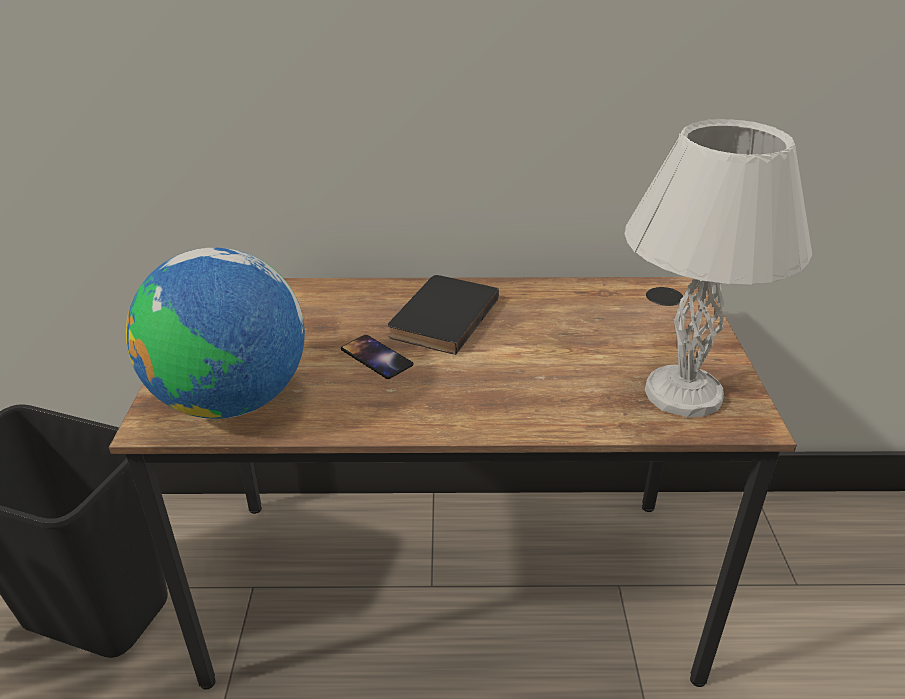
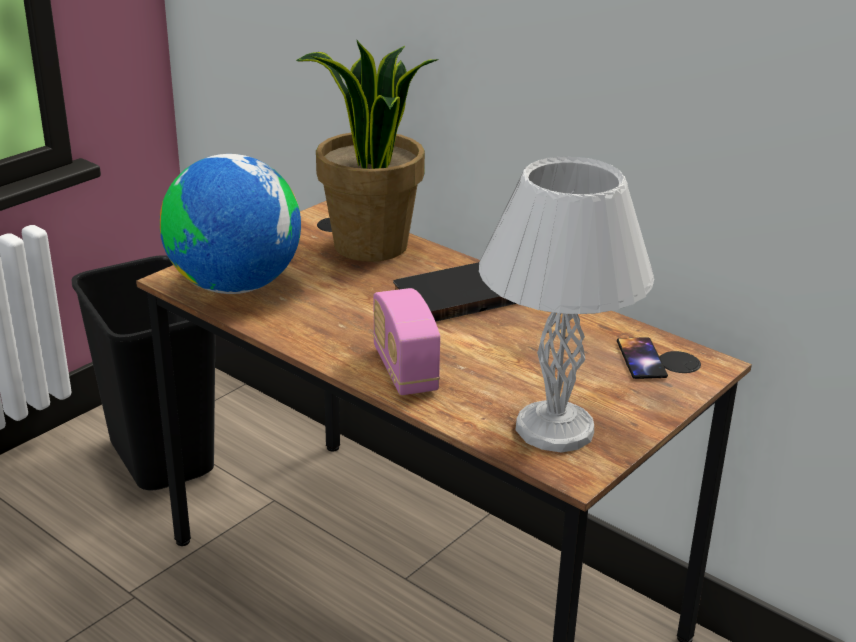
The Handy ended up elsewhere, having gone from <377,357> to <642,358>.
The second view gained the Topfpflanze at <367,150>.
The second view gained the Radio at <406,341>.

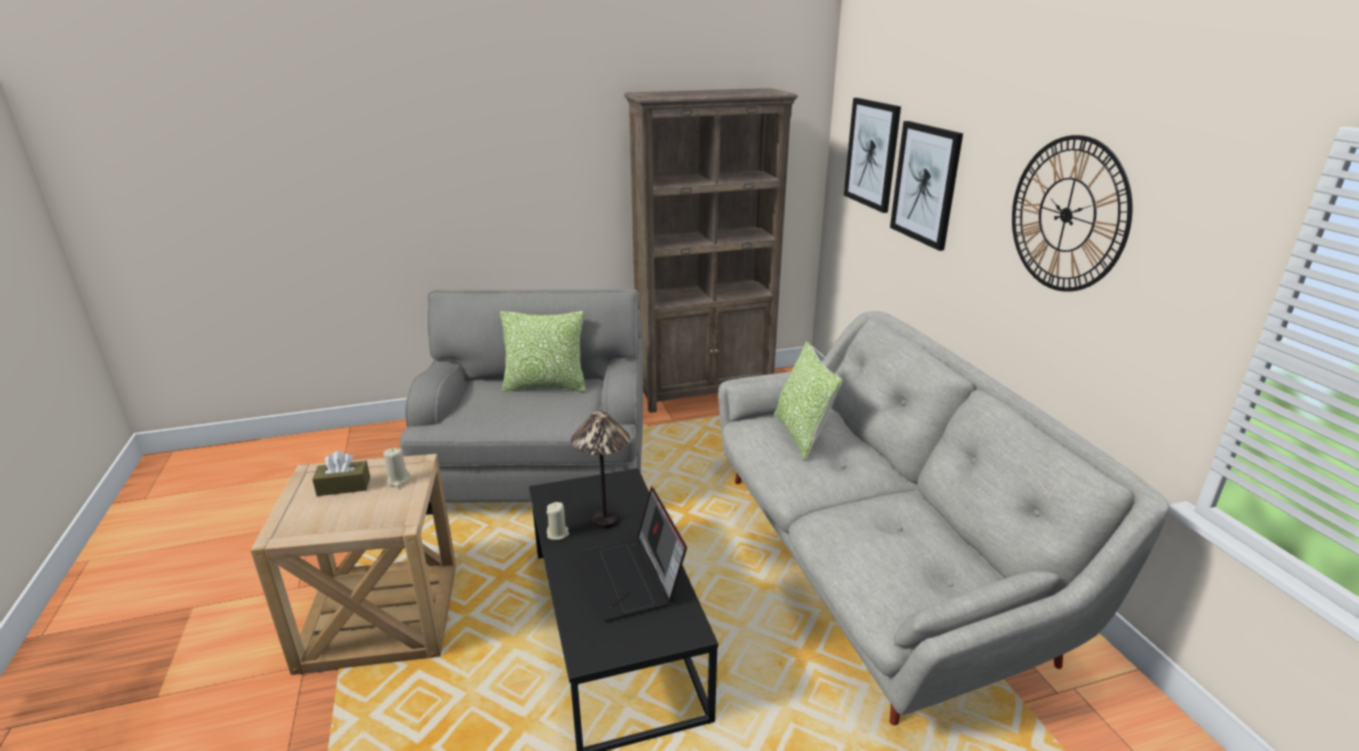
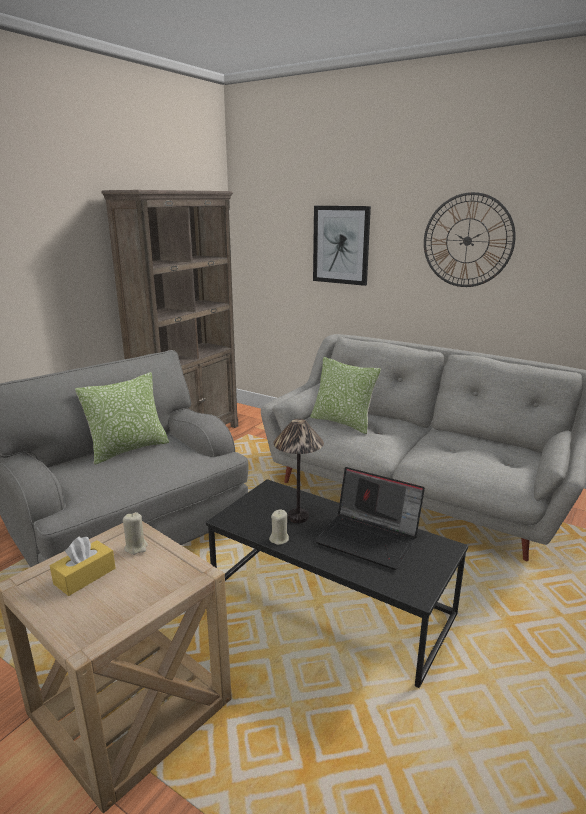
The second view lost the Bild at <872,155>.
What was the Taschentuchbox [braun] at <341,473> turned into the Taschentuchbox [gelb] at <82,566>.

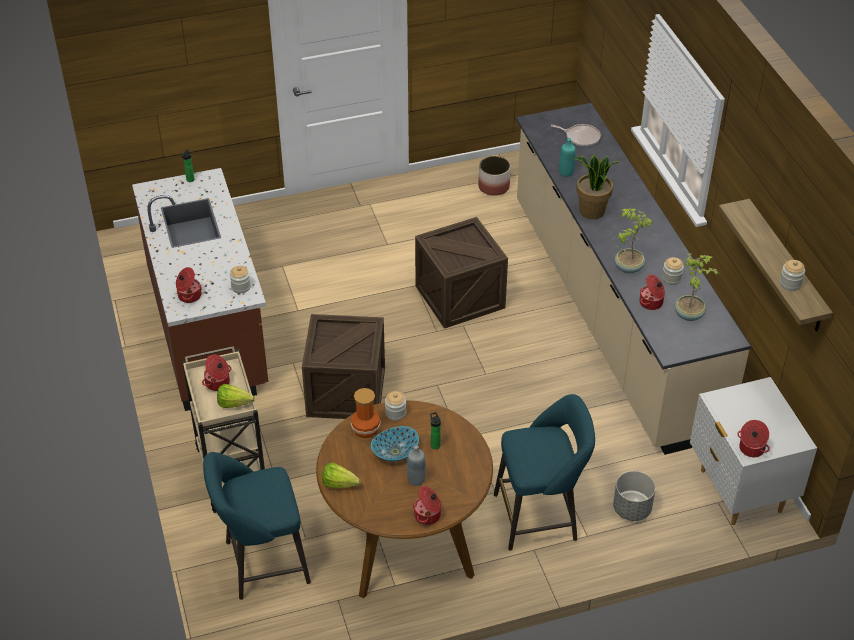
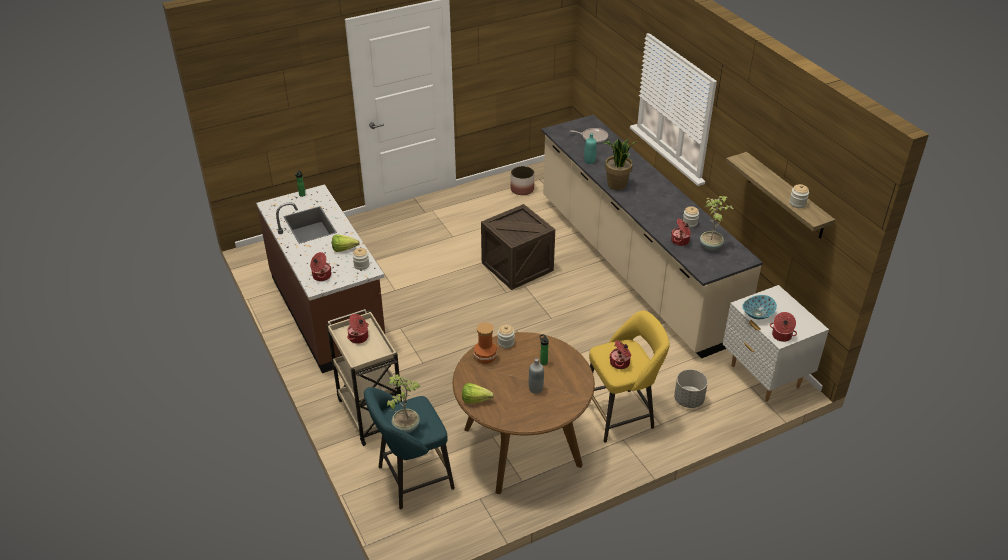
The Topfpflanze ended up elsewhere, having gone from <634,241> to <403,403>.
The second view lost the Kiste at <343,366>.
The Salatkopf ended up elsewhere, having gone from <236,396> to <346,243>.
What was the Hocker [türkis] at <544,472> turned into the Hocker [gelb] at <629,377>.
The Schüssel ended up elsewhere, having gone from <395,443> to <759,307>.
The Kochtopf ended up elsewhere, having gone from <427,505> to <620,354>.

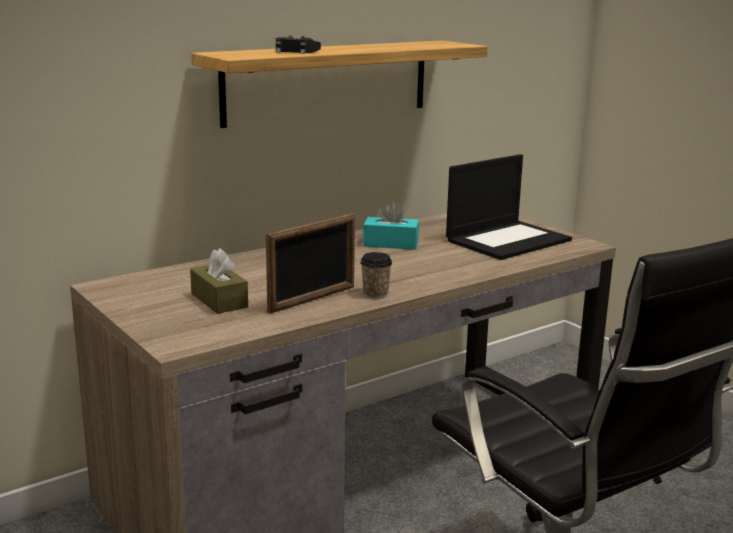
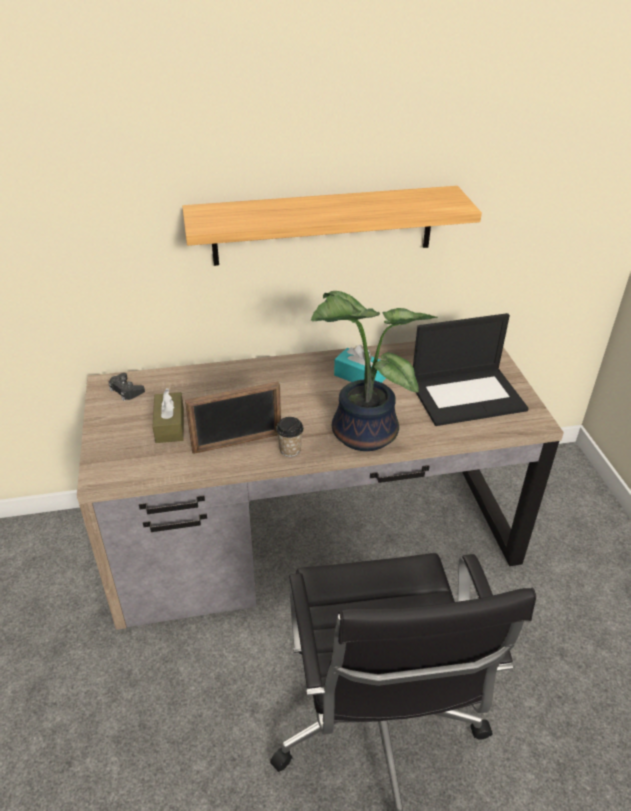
The Gamepad [schwarz] ended up elsewhere, having gone from <298,44> to <126,387>.
The second view gained the Topfpflanze at <374,371>.

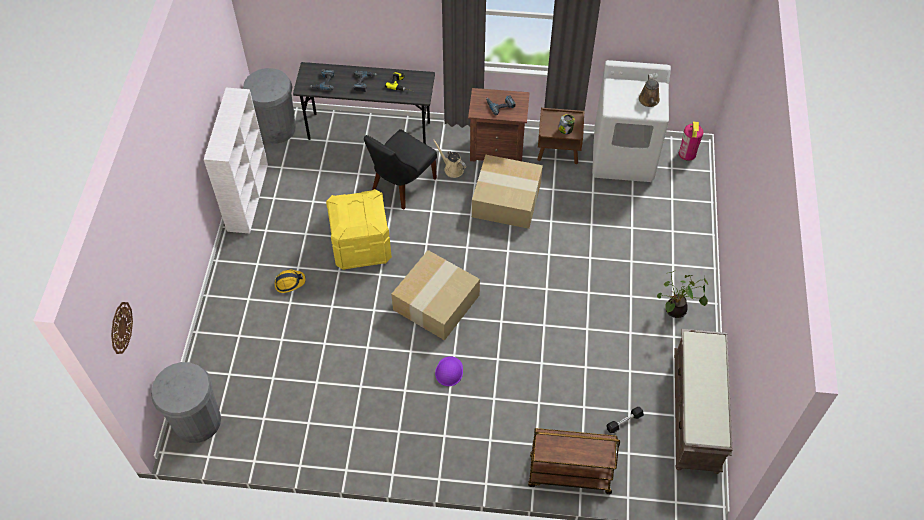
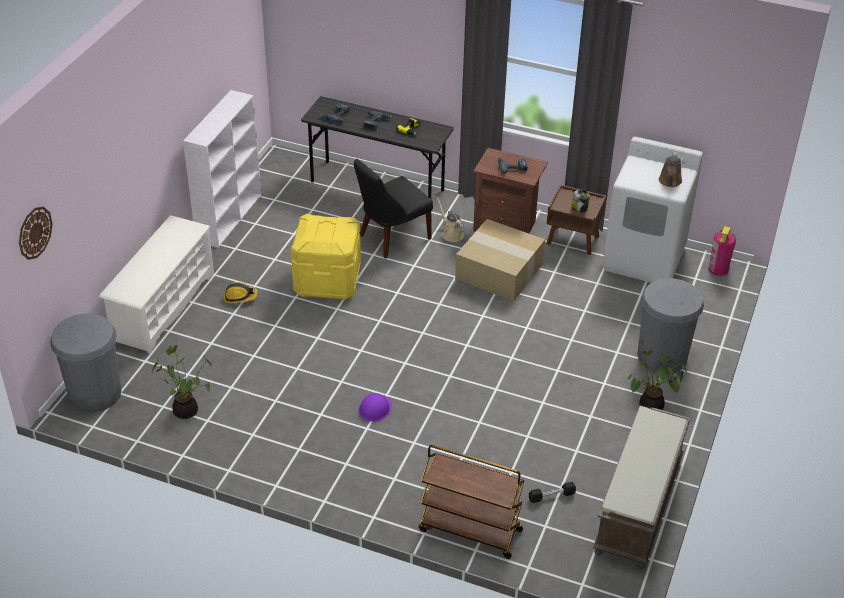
The Mülleimer [grau] ended up elsewhere, having gone from <269,106> to <670,326>.
The second view lost the Karton at <435,295>.
The second view gained the Schuhregal [weiß] at <156,284>.
The second view gained the Topfpflanze at <181,382>.

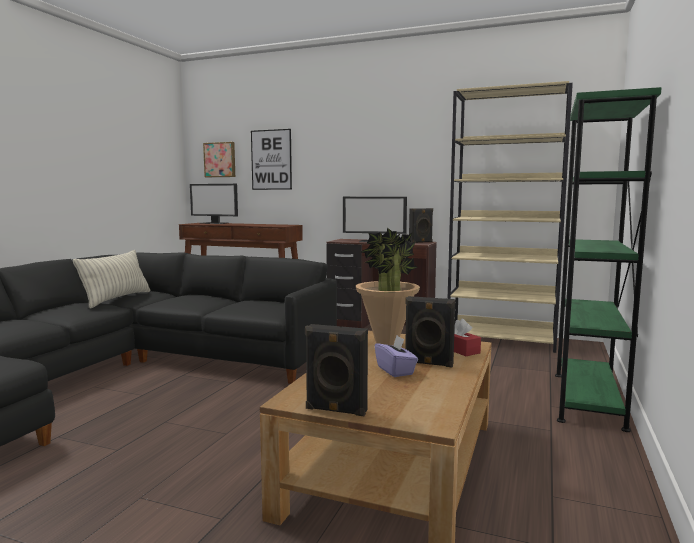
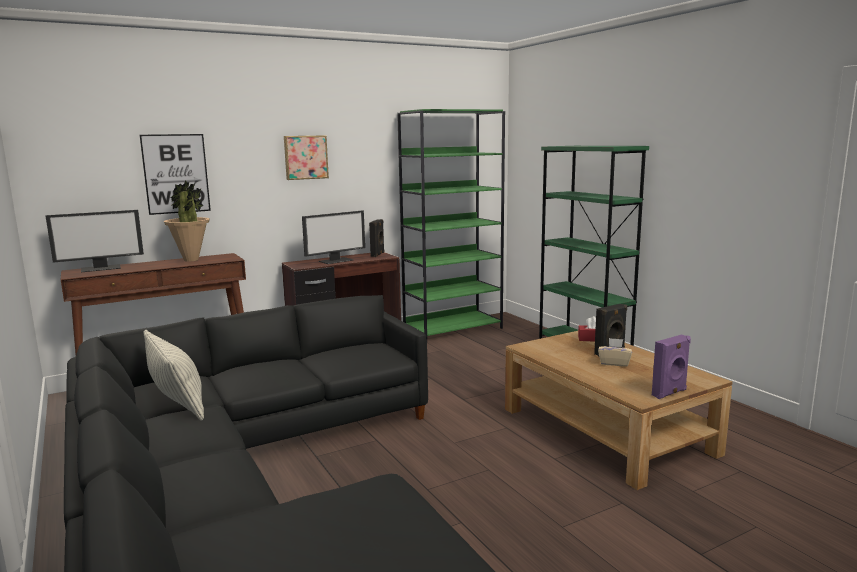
What was the Bücherregal [beige] at <510,217> turned into the Bücherregal [grün] at <451,224>.
The Bild ended up elsewhere, having gone from <219,159> to <306,157>.
The Topfpflanze ended up elsewhere, having gone from <388,286> to <187,220>.
What was the Lautsprecher [schwarz] at <336,370> turned into the Lautsprecher [lila] at <671,366>.
What was the Taschentuchbox [lila] at <396,356> turned into the Taschentuchbox [beige] at <615,352>.

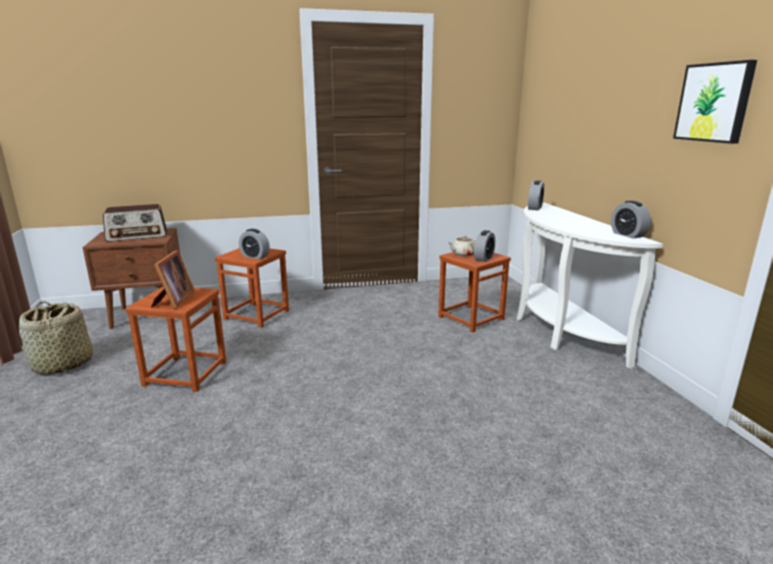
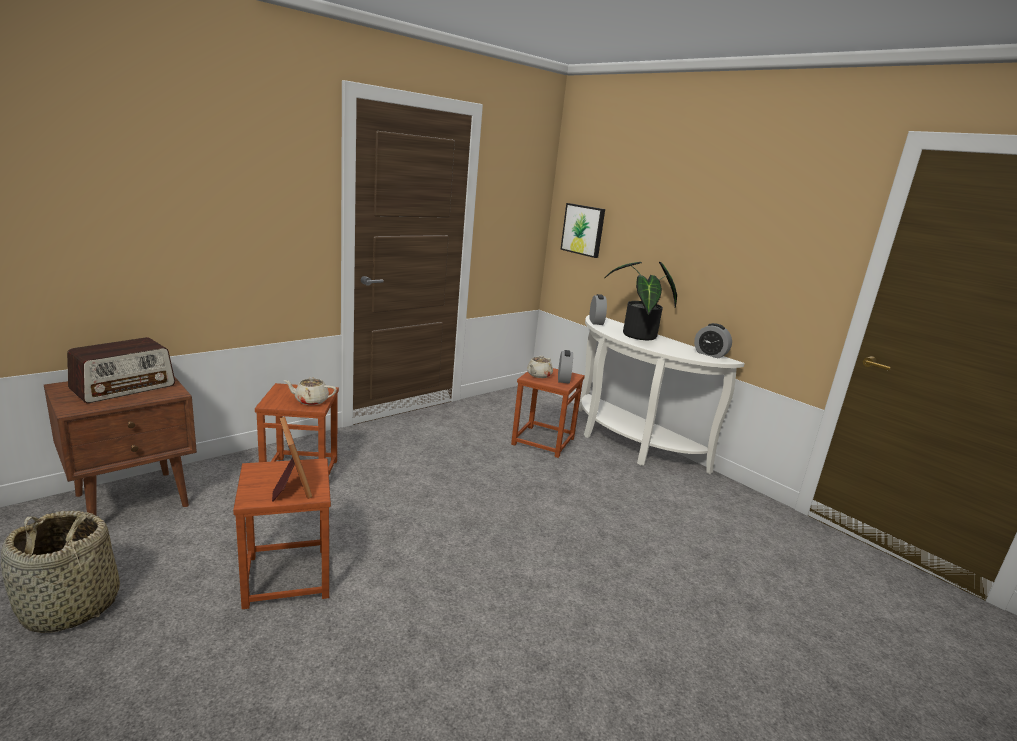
The Bild ended up elsewhere, having gone from <715,102> to <582,230>.
Where the Wecker stood at <254,244>, the Teekanne [beige] came to stand at <310,391>.
The second view gained the Topfpflanze at <640,301>.

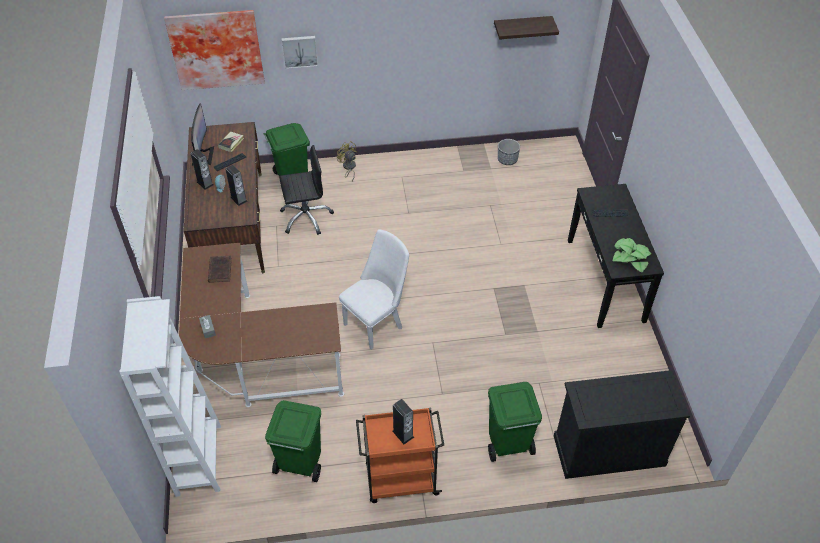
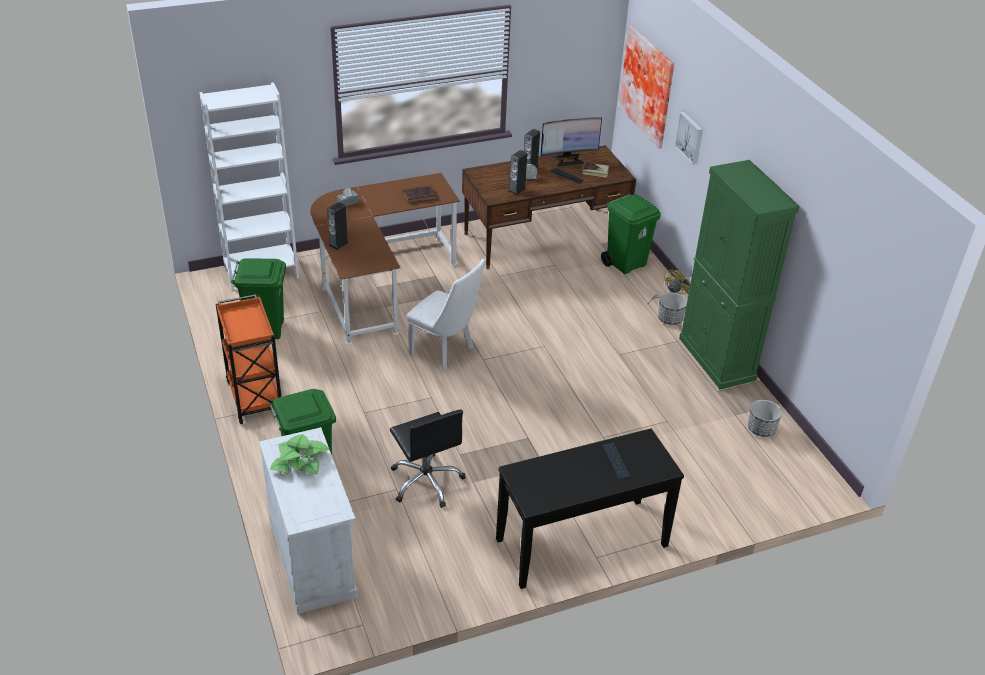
The second view lost the Wandregal at <526,27>.
The Bürostuhl [schwarz] ended up elsewhere, having gone from <306,190> to <428,459>.
The Topfpflanze ended up elsewhere, having gone from <632,255> to <300,454>.
What was the Schrank [schwarz] at <622,424> turned into the Schrank [weiß] at <308,520>.
The Lautsprecher ended up elsewhere, having gone from <403,421> to <338,226>.
The second view gained the Schrank [grün] at <739,275>.
The second view gained the Pflanzkübel at <672,308>.

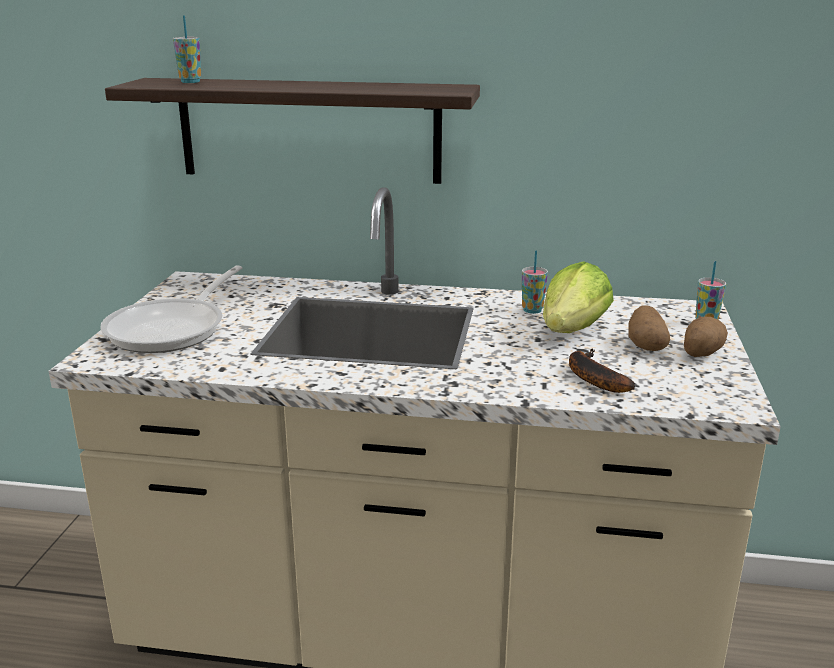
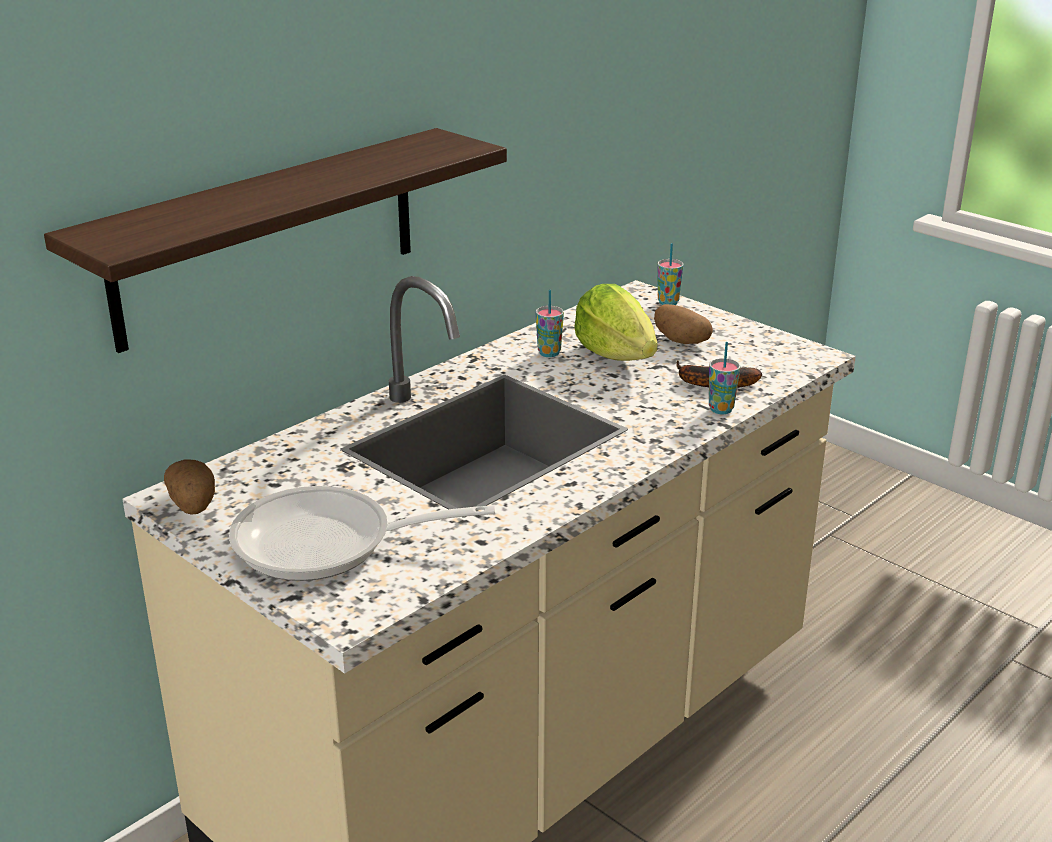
The Tasse ended up elsewhere, having gone from <187,49> to <724,378>.
The Pfanne at <171,309> ended up facing another way, 120 degrees clockwise from before.
The Kartoffel ended up elsewhere, having gone from <706,336> to <189,487>.

